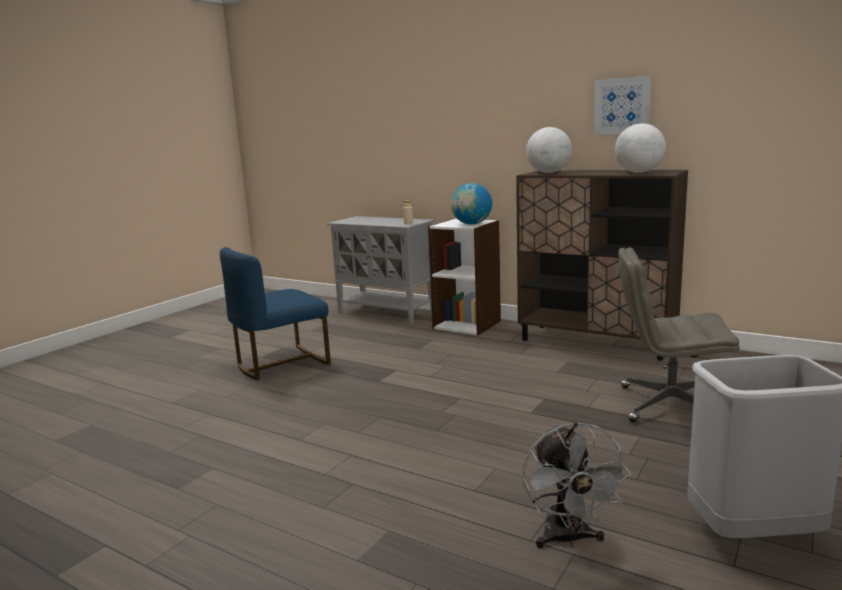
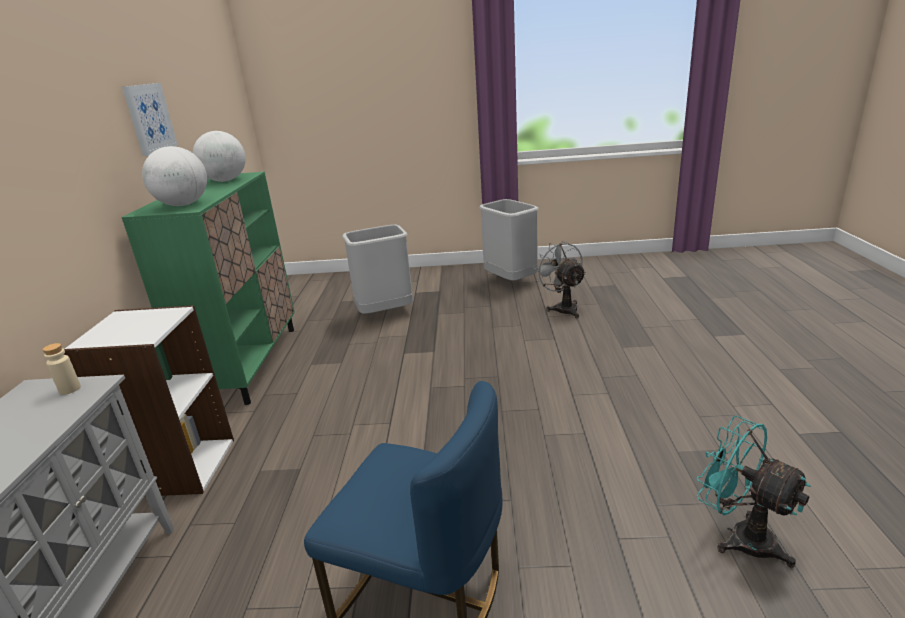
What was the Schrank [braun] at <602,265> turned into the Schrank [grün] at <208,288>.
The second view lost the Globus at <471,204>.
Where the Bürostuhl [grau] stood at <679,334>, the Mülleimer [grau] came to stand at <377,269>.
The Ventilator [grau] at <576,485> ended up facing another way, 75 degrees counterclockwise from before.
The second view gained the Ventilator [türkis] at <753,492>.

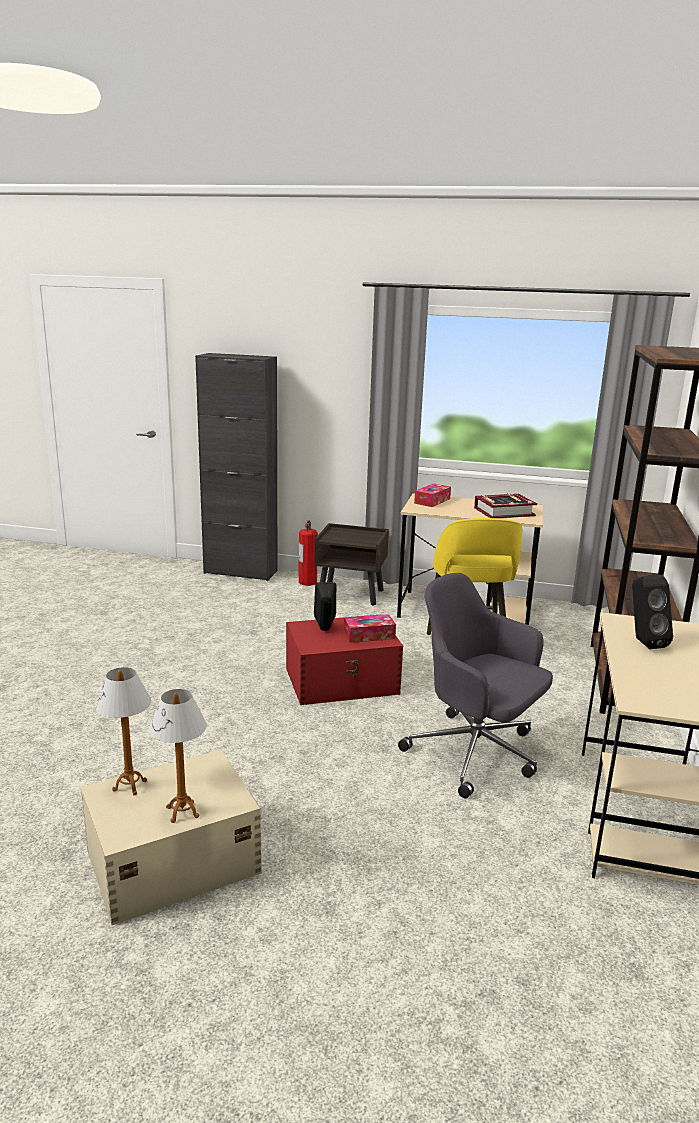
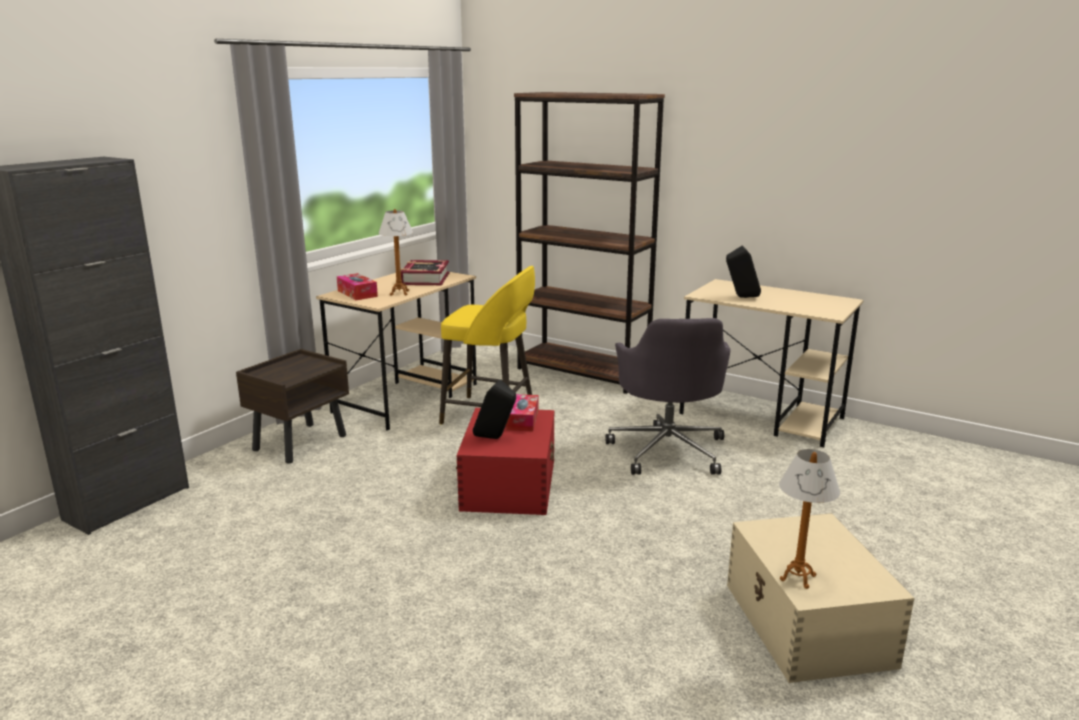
The second view lost the Feuerlöscher at <308,553>.
The Bürostuhl [grau] at <475,685> ended up facing another way, 60 degrees counterclockwise from before.
The Tischlampe ended up elsewhere, having gone from <178,756> to <395,252>.

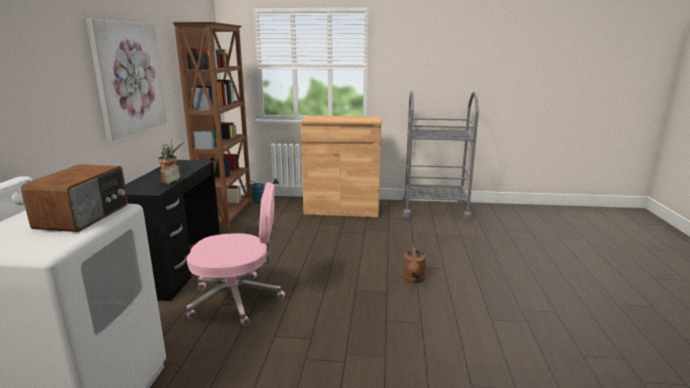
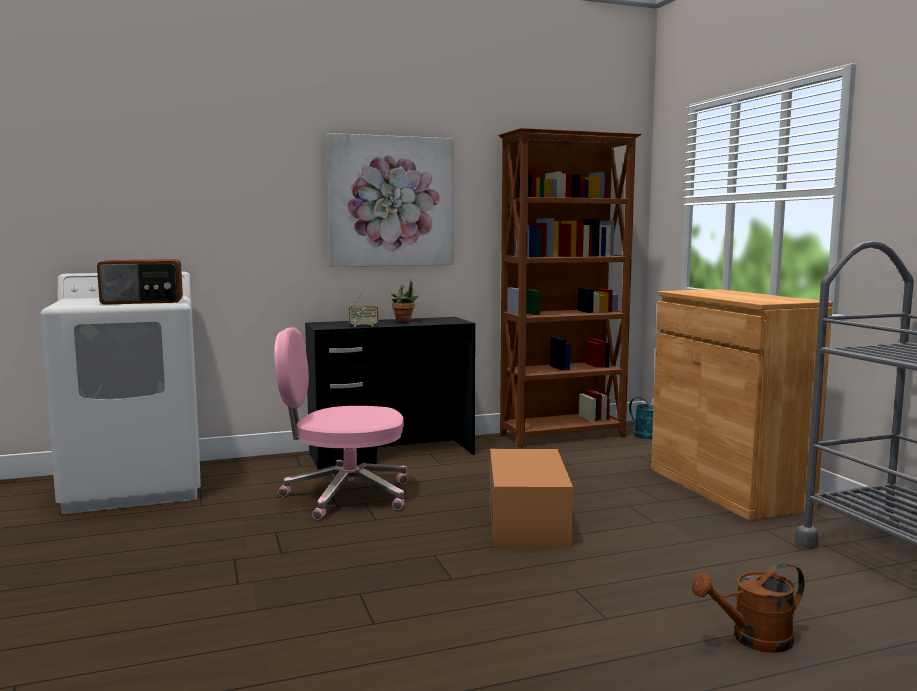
The Bürostuhl [rosa] at <235,254> ended up facing another way, 120 degrees clockwise from before.
The Gießkanne [braun] ended up elsewhere, having gone from <414,263> to <748,608>.
The second view gained the Karton at <531,498>.

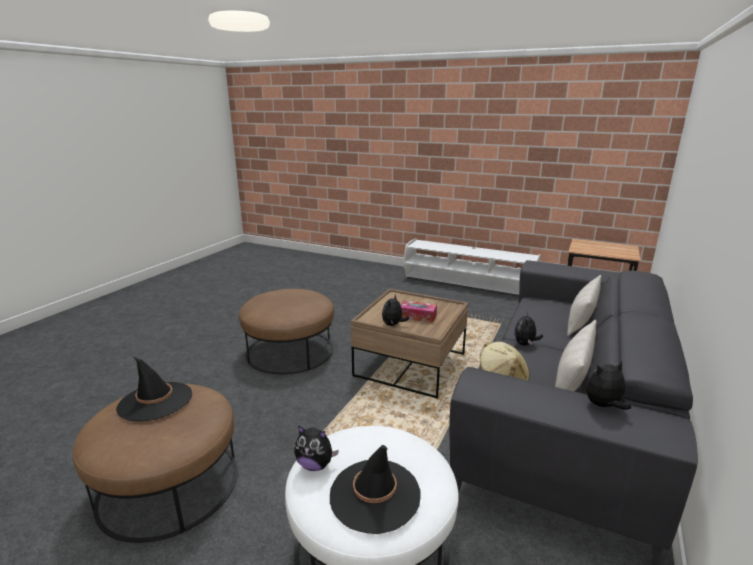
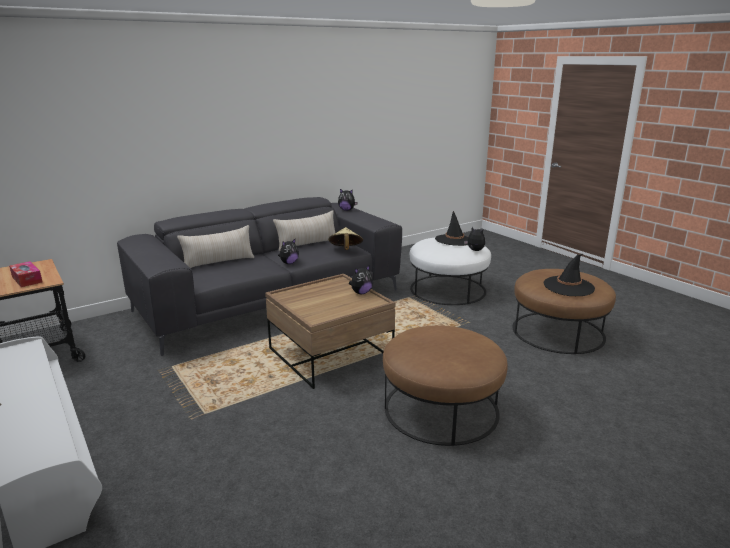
The Taschentuchbox ended up elsewhere, having gone from <419,311> to <25,274>.

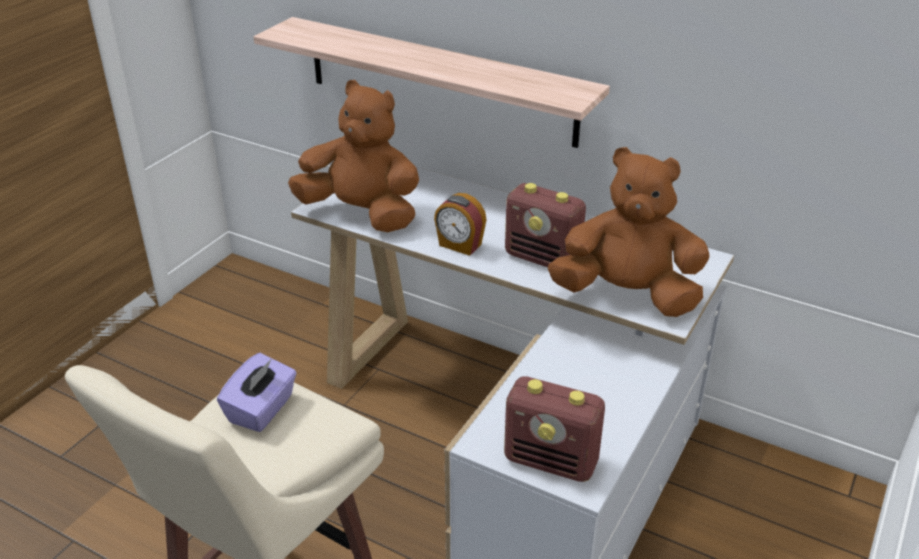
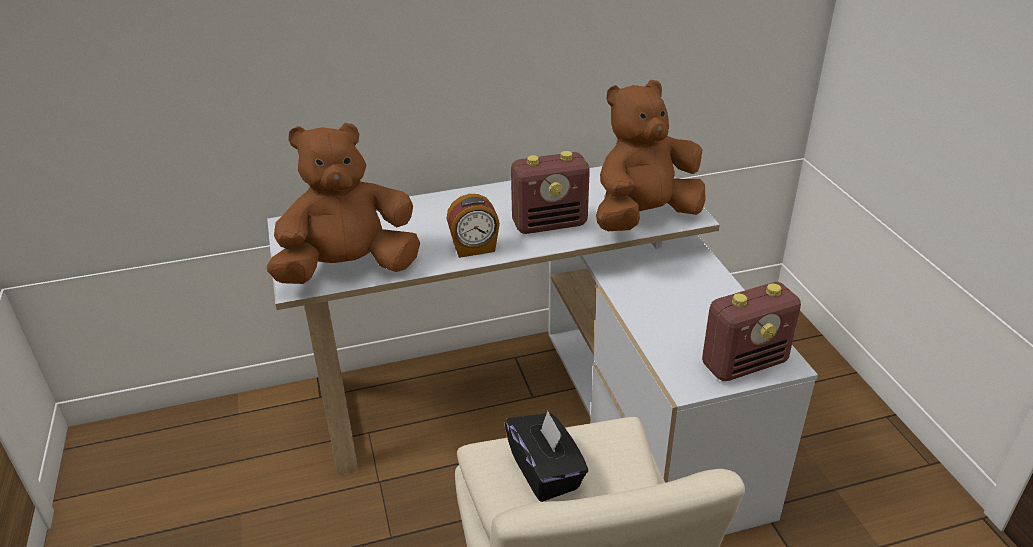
The second view lost the Wandregal at <431,82>.
What was the Taschentuchbox [lila] at <257,392> turned into the Taschentuchbox [schwarz] at <546,456>.

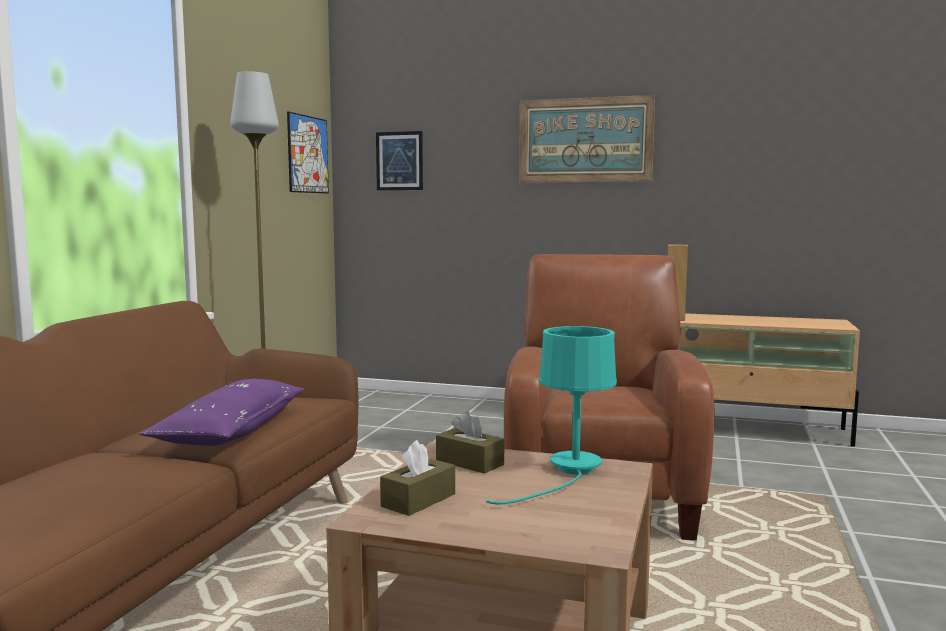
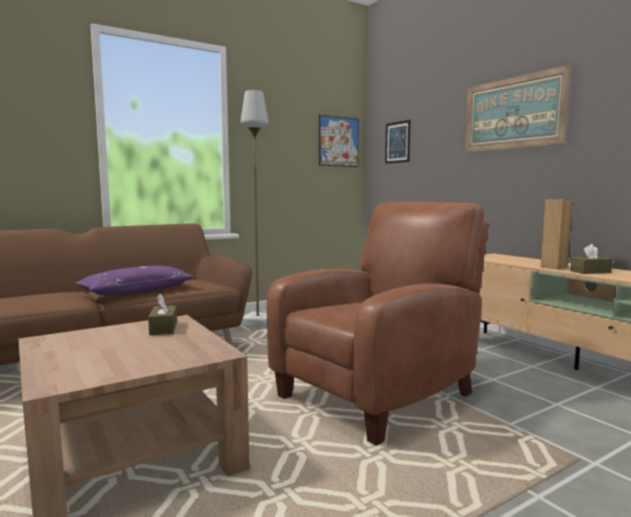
The second view lost the Tischlampe [türkis] at <551,415>.
The Taschentuchbox [braun] ended up elsewhere, having gone from <417,478> to <591,259>.

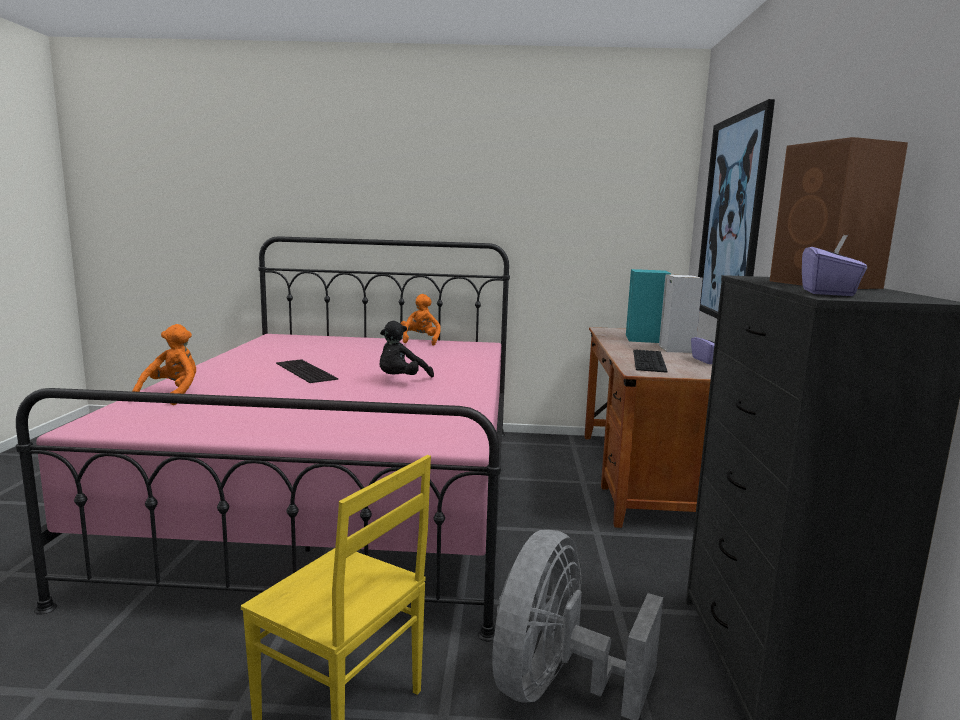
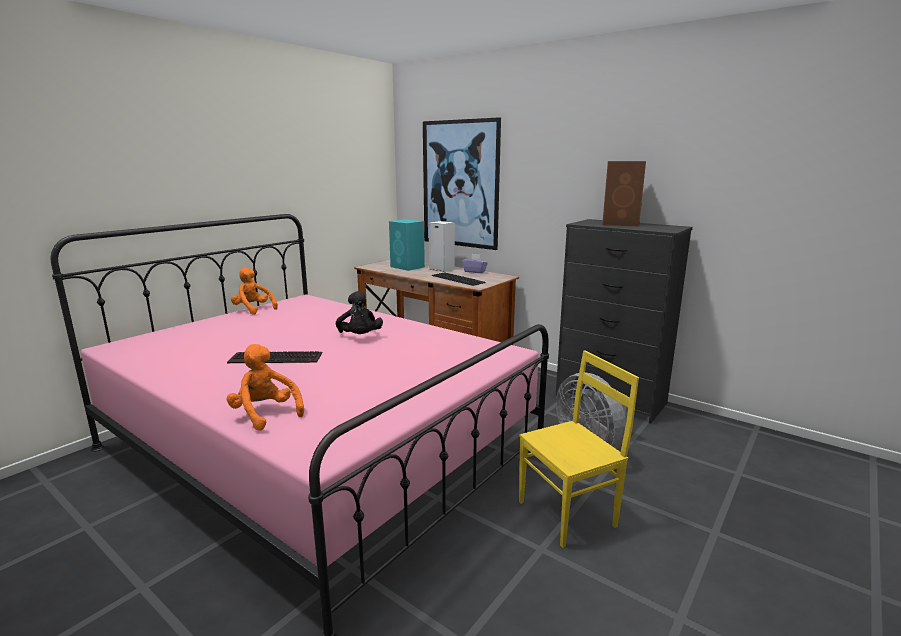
The second view lost the Taschentuchbox [lila] at <834,265>.

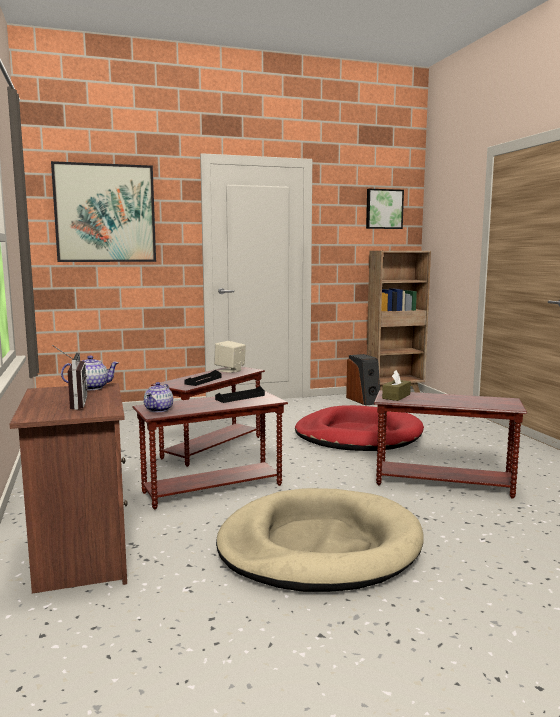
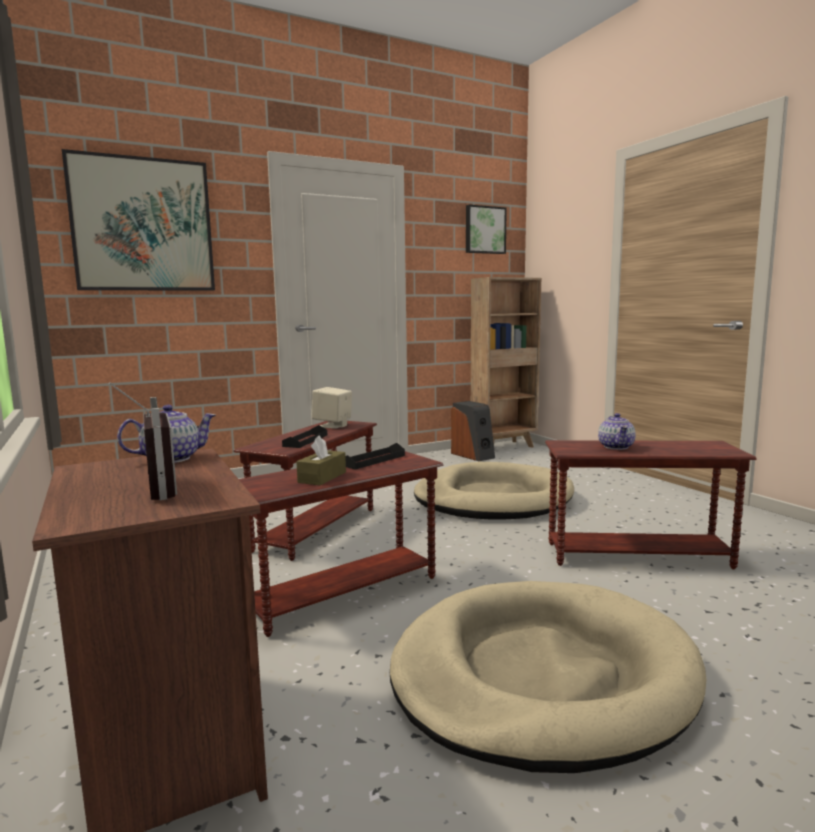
The Taschentuchbox [braun] ended up elsewhere, having gone from <396,385> to <321,460>.
The Teekanne ended up elsewhere, having gone from <158,397> to <617,431>.
What was the Hundebett [rot] at <359,428> turned into the Hundebett [beige] at <494,491>.

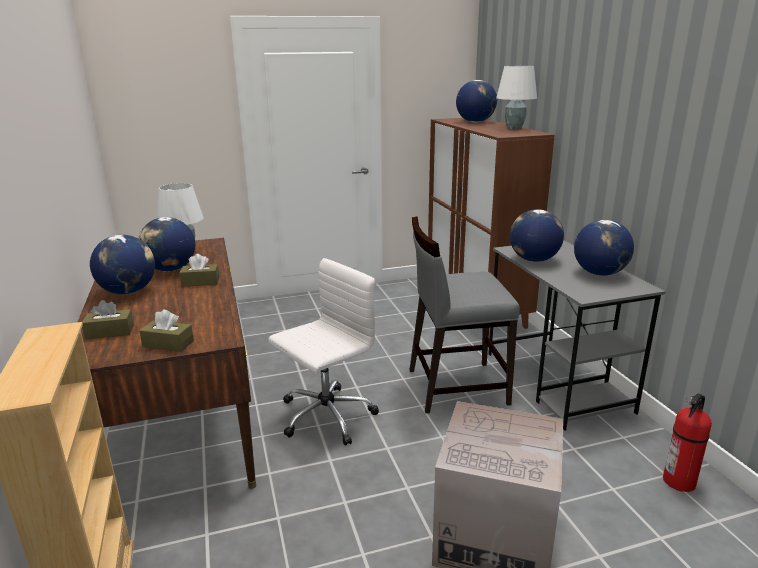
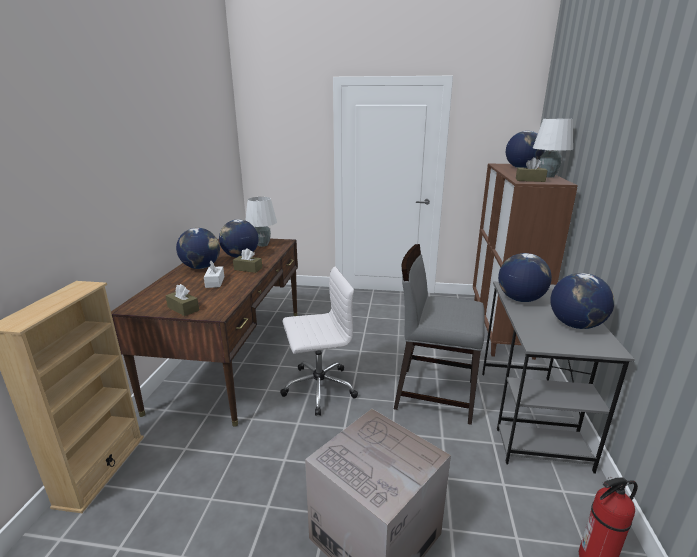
The Taschentuchbox [braun] ended up elsewhere, having gone from <108,319> to <532,169>.
The second view gained the Taschentuchbox [weiß] at <214,274>.

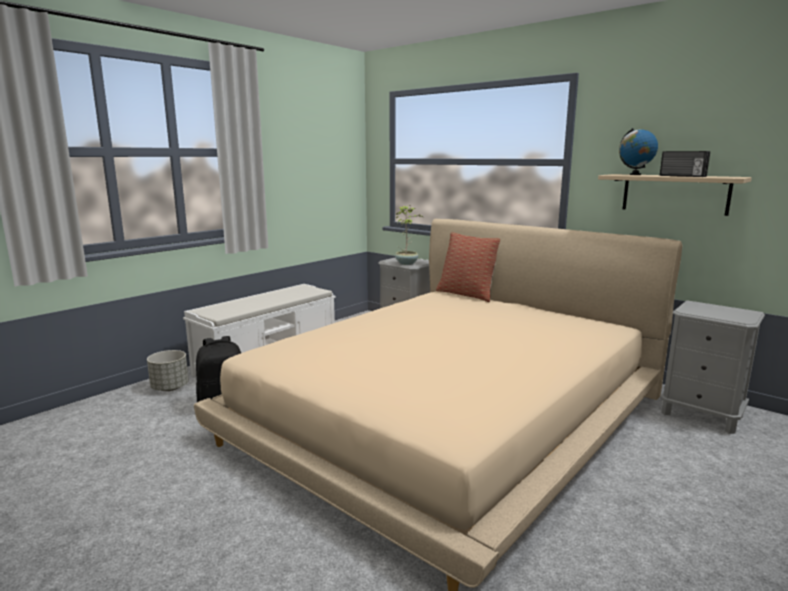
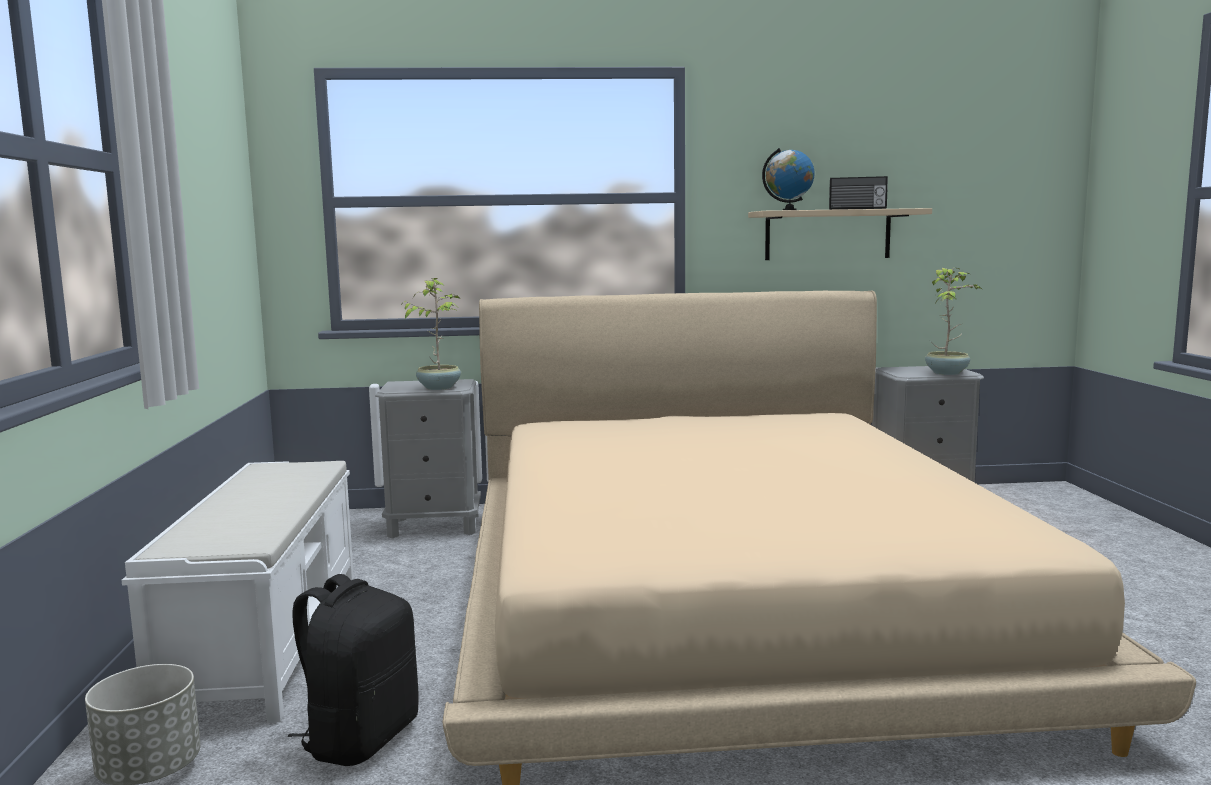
The second view lost the Kissen at <468,267>.
The second view gained the Topfpflanze at <953,321>.

